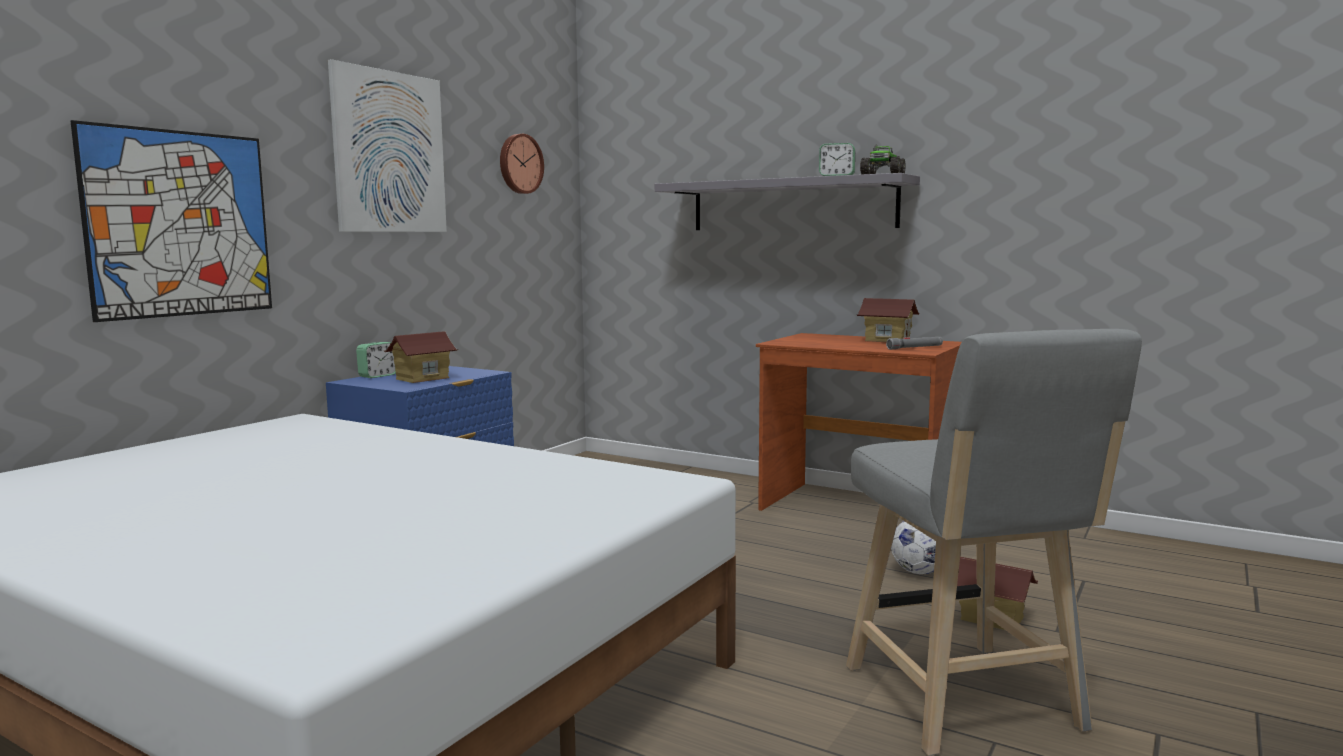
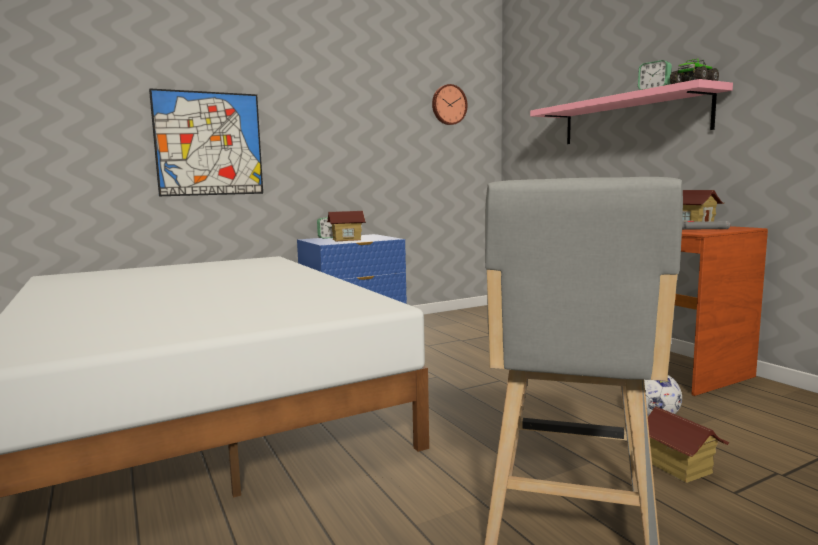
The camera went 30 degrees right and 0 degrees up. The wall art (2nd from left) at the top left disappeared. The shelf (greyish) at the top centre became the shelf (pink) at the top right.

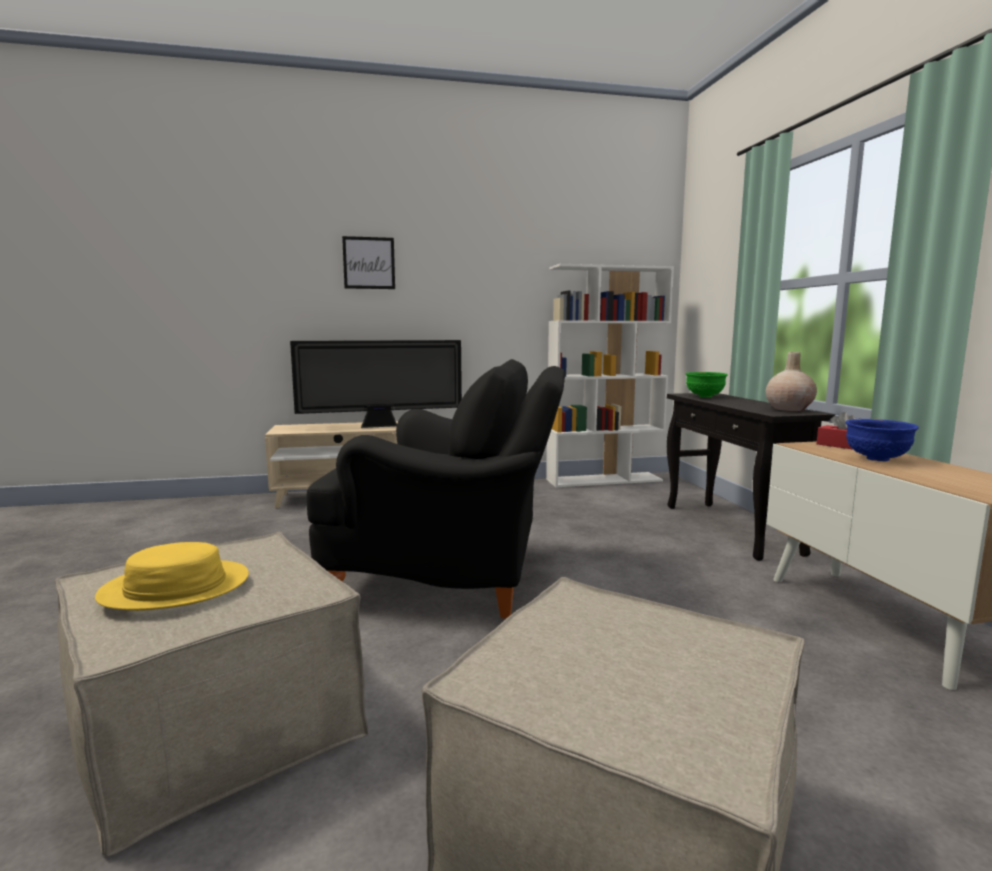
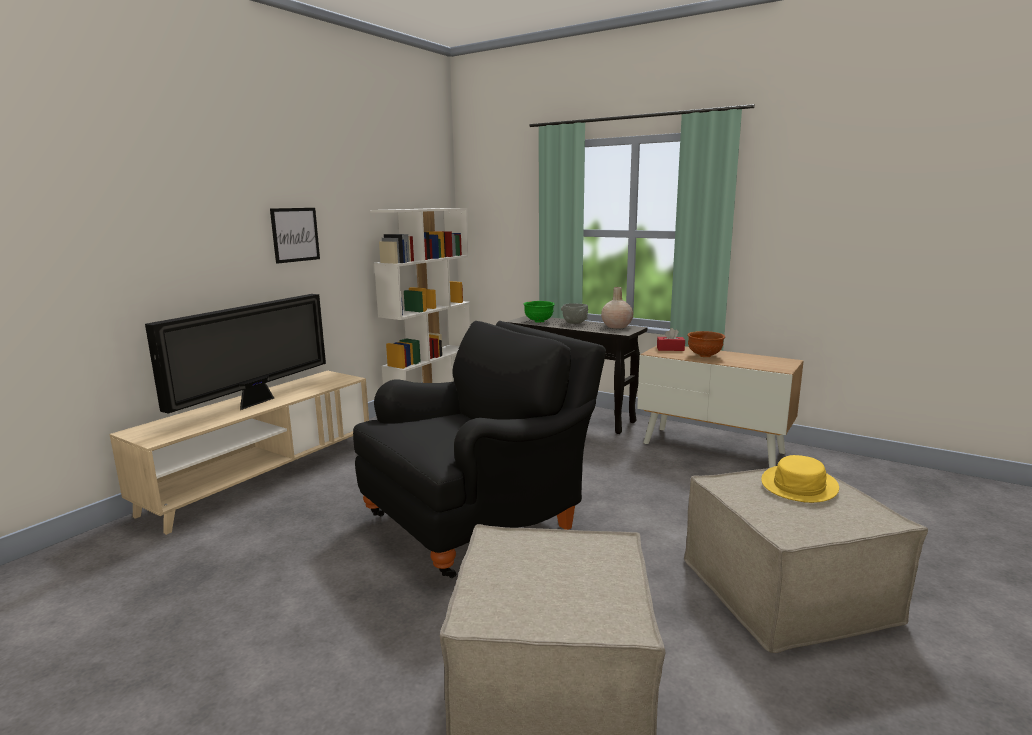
The camera went 45 degrees left and 5 degrees up. The wall art moved from the top centre to the top left. The deep dish (bluish) at the middle right became the deep dish (brownish) at the middle right. The clothing hat (yellow-coloured) moved from the middle left to the middle right. The deep dish (greyish) at the centre appeared.

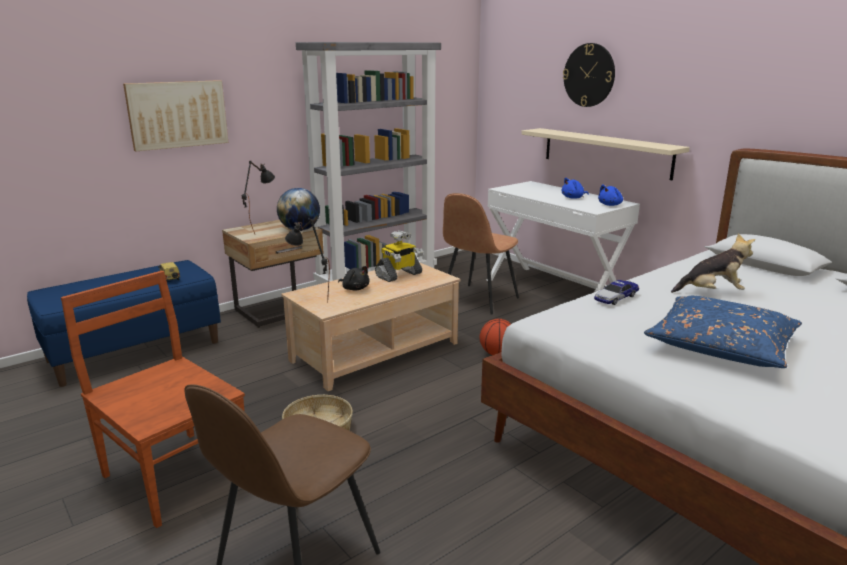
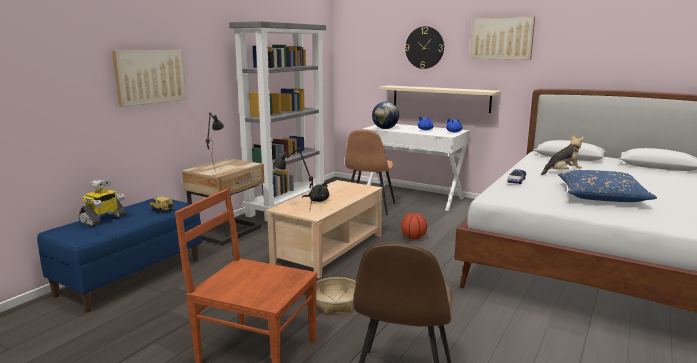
The camera went 20 degrees left and 5 degrees down. The desk globe moved from the centre to the top centre. The robot figure moved from the centre to the middle left. The wall art (2nd from left) at the top right appeared.

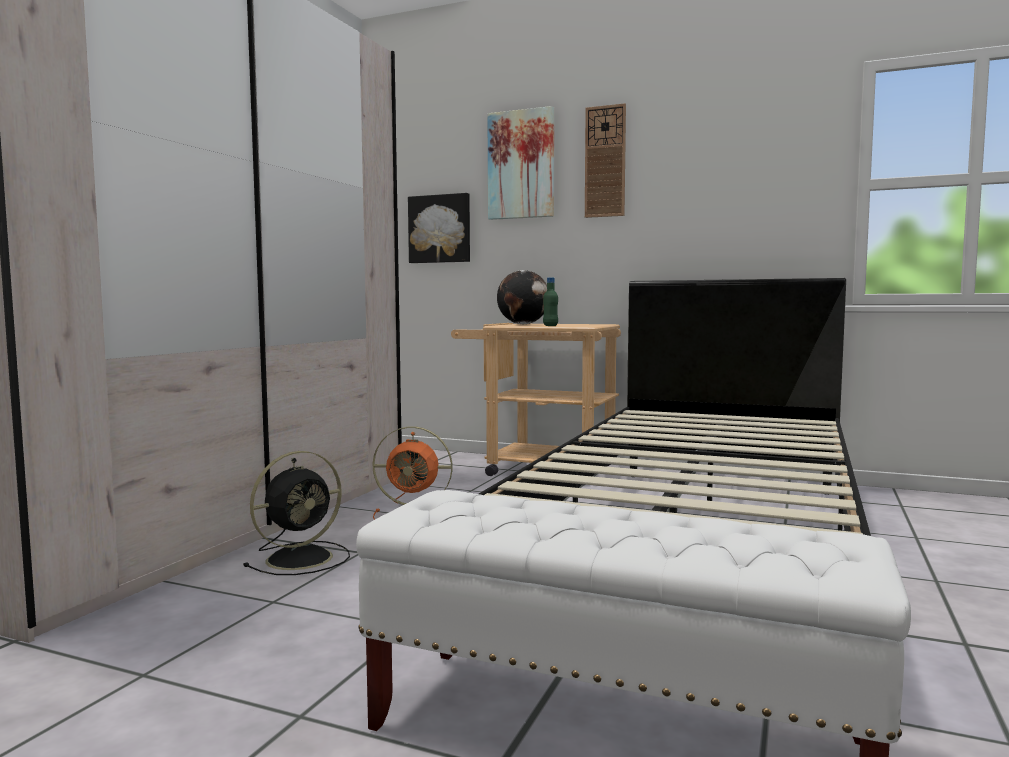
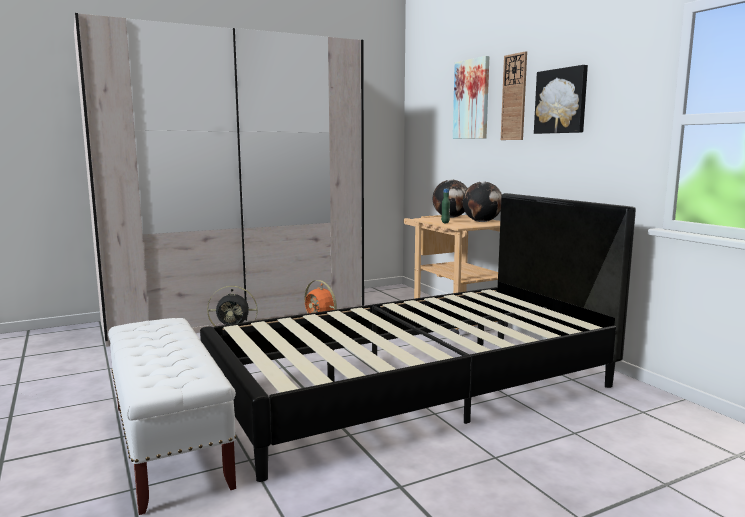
The camera went 40 degrees right and 5 degrees up. The wall art (1st from left in the first image) moved from the top centre to the top right. The desk globe (2nd from left) at the centre appeared.

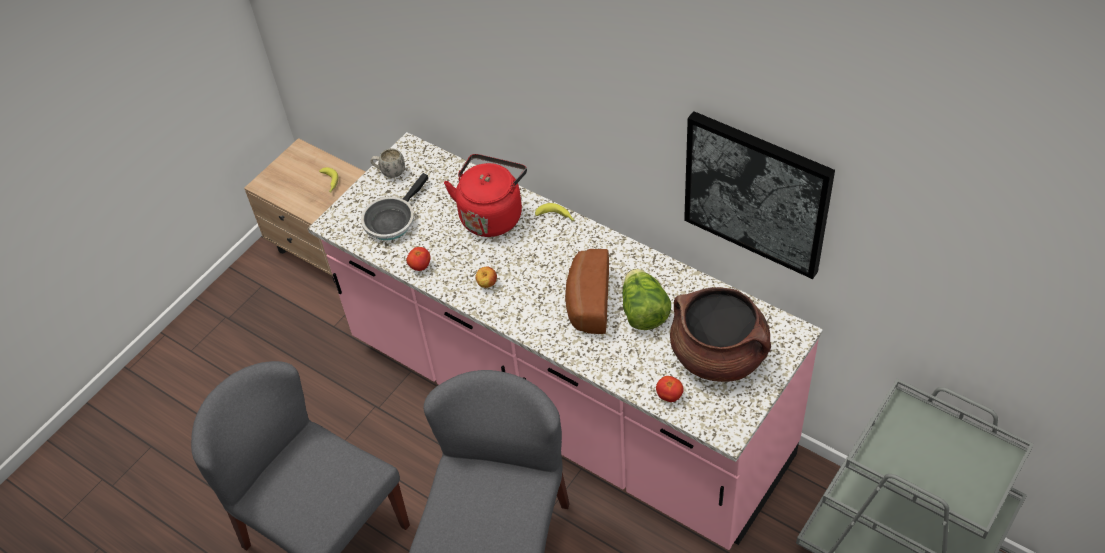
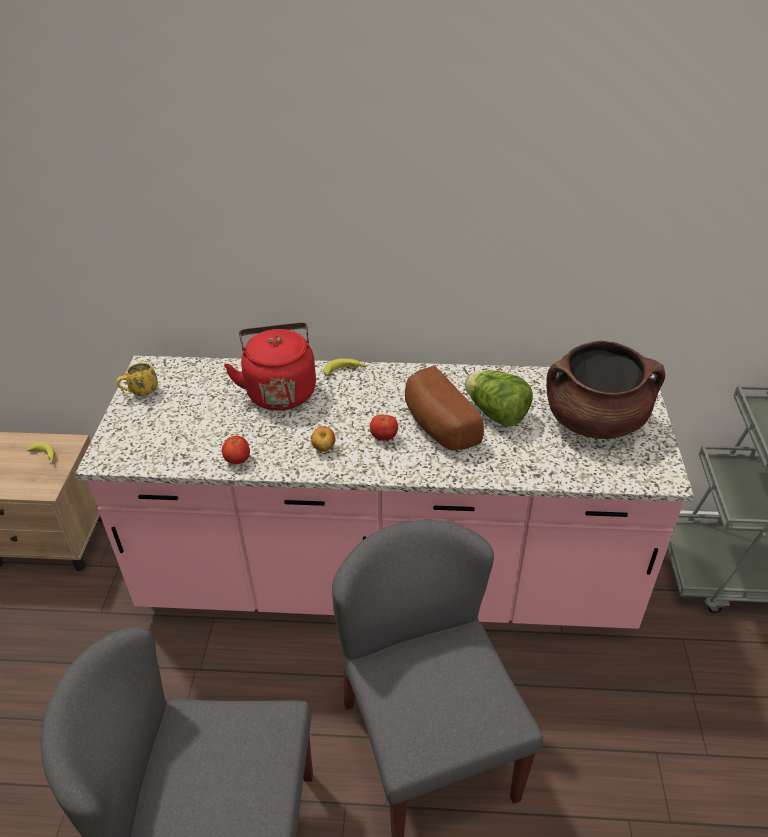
The camera went 35 degrees left and 10 degrees down. The wall art at the middle right disappeared. The mug (whitish) at the top centre became the mug (yellow-coloured) at the middle left. The skillet at the centre disappeared. The tomato (2nd from left) moved from the bottom centre to the centre.

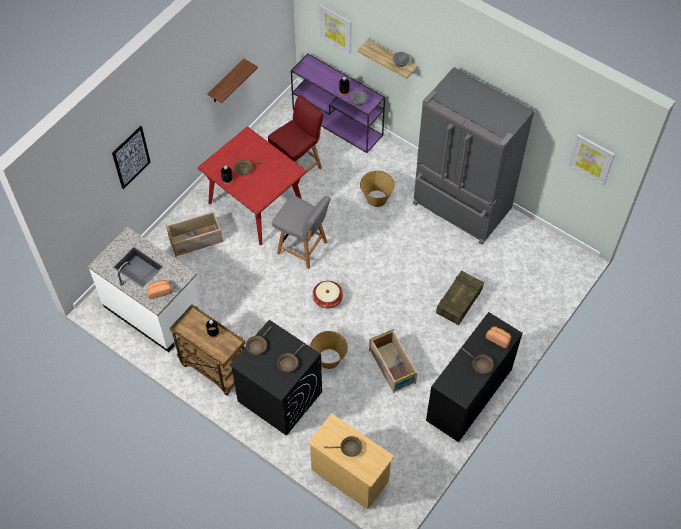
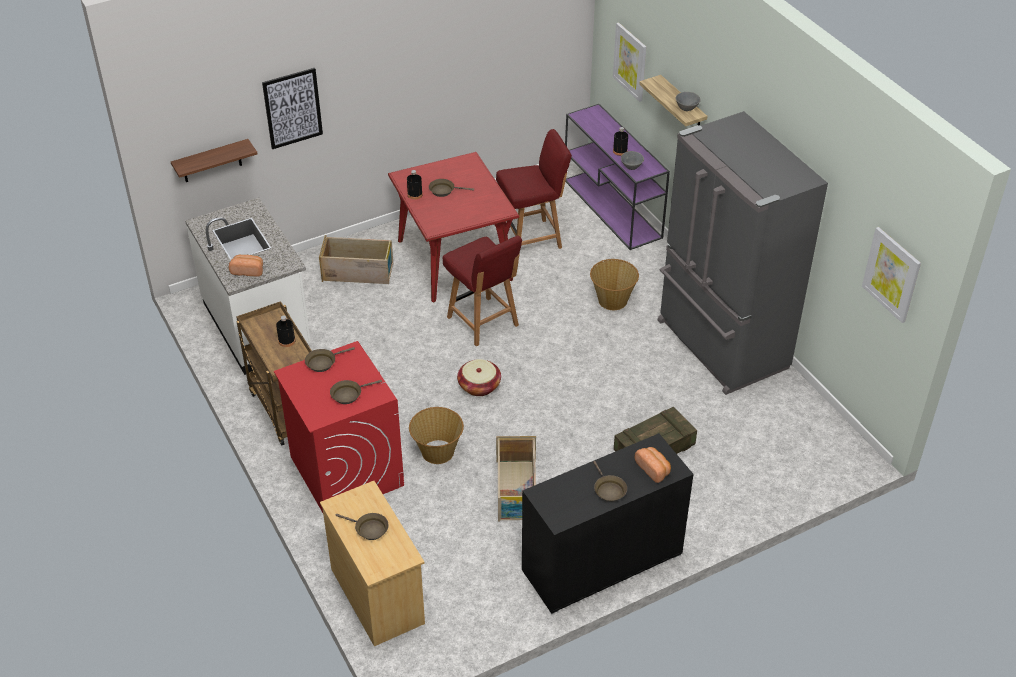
The camera went 25 degrees right and 15 degrees down. The shelf (1st from left) moved from the top centre to the top left. The upright chair (greyish) at the centre became the upright chair (red-coloured) (1st from left) at the centre. The laundry machine (black) at the bottom centre became the laundry machine (red-coloured) at the centre.

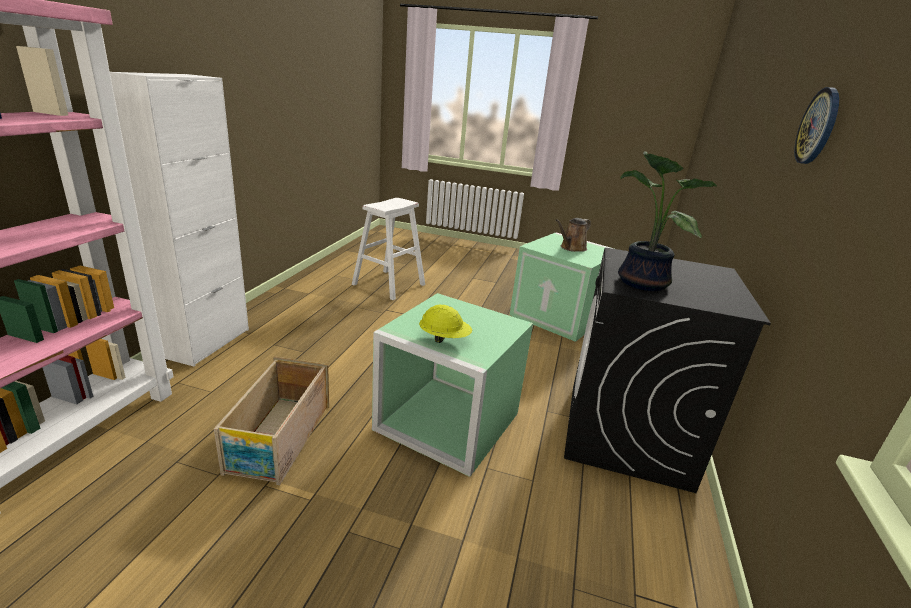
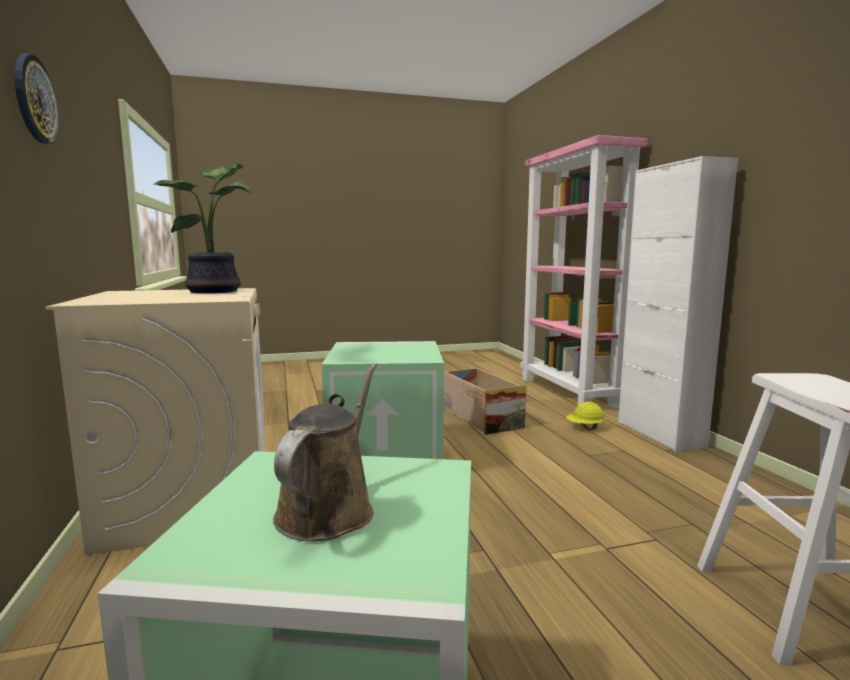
The camera went 150 degrees right and 15 degrees down. The laundry machine (black) at the middle right became the laundry machine (beige-coloured) at the middle left. The work helmet (yellow-coloured) moved from the centre to the middle right.

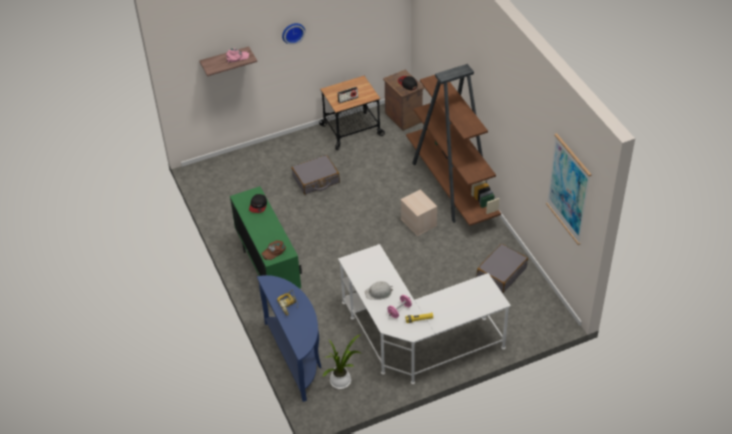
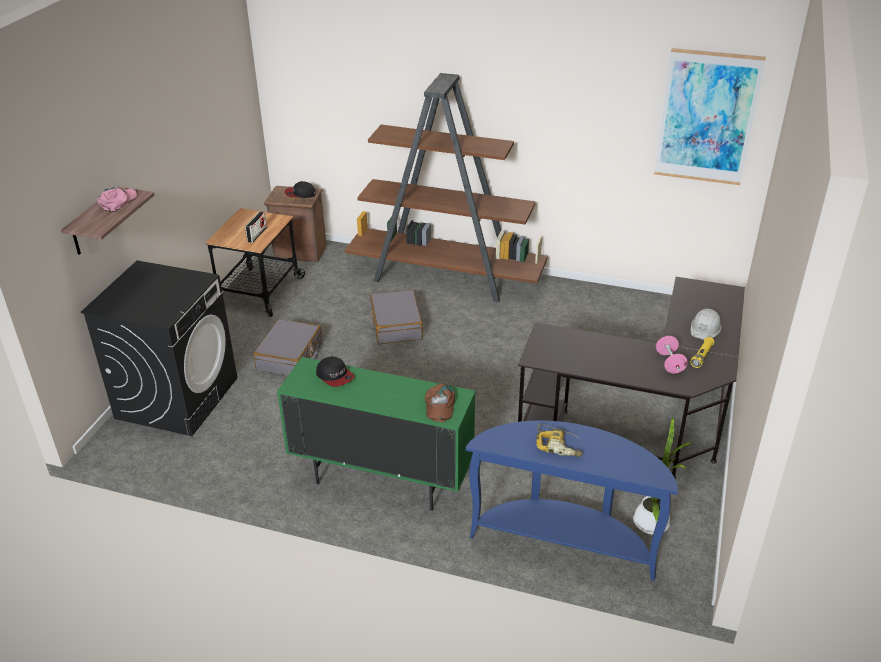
The camera went 50 degrees left and 10 degrees down. The hanging clock at the top centre disappeared. The storage container (beige-coloured) at the centre disappeared. The desk table (whitish) at the bottom centre became the desk table (black) at the middle right. The suitcase (greyish) (2nd from left) moved from the middle right to the centre. The work helmet (whitish) moved from the bottom centre to the middle right. The laundry machine (black) at the middle left appeared.

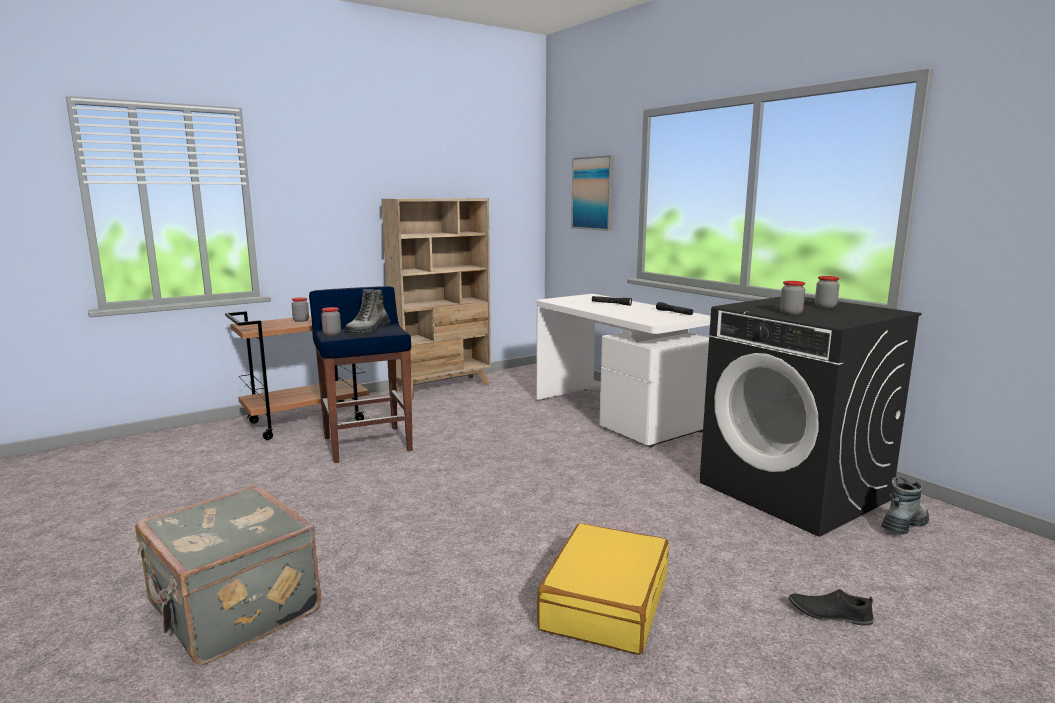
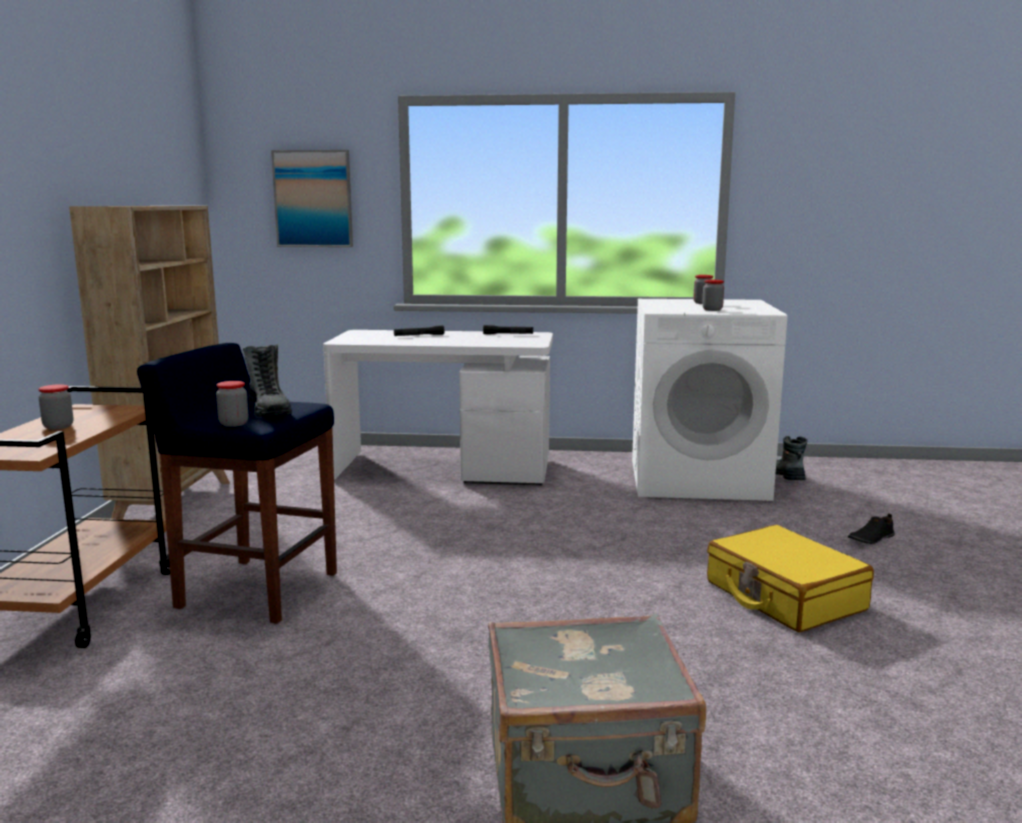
The camera went 50 degrees left and 0 degrees up. The laundry machine (black) at the middle right became the laundry machine (whitish) at the middle right.

